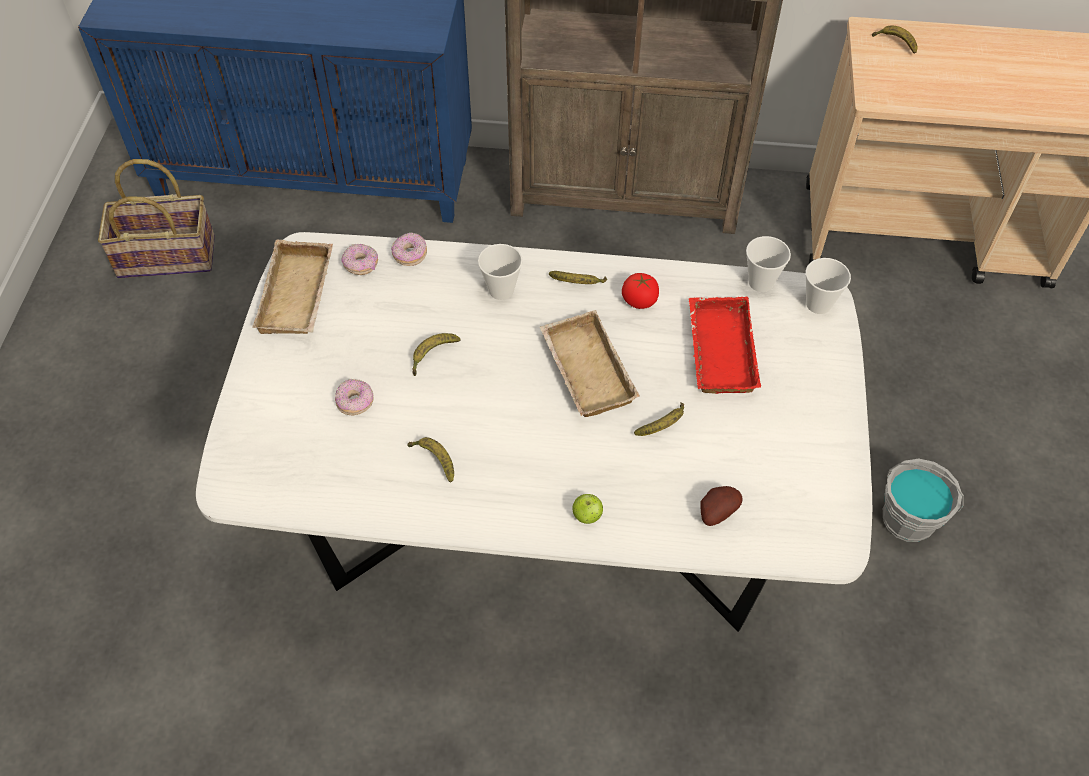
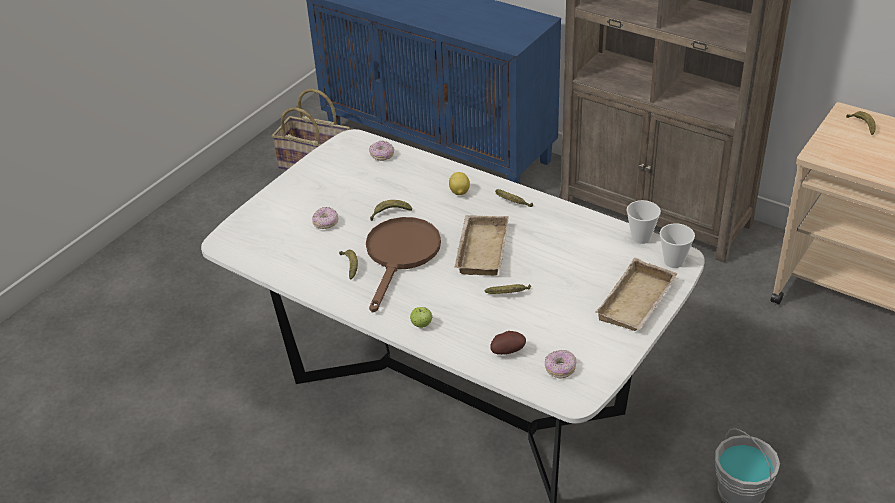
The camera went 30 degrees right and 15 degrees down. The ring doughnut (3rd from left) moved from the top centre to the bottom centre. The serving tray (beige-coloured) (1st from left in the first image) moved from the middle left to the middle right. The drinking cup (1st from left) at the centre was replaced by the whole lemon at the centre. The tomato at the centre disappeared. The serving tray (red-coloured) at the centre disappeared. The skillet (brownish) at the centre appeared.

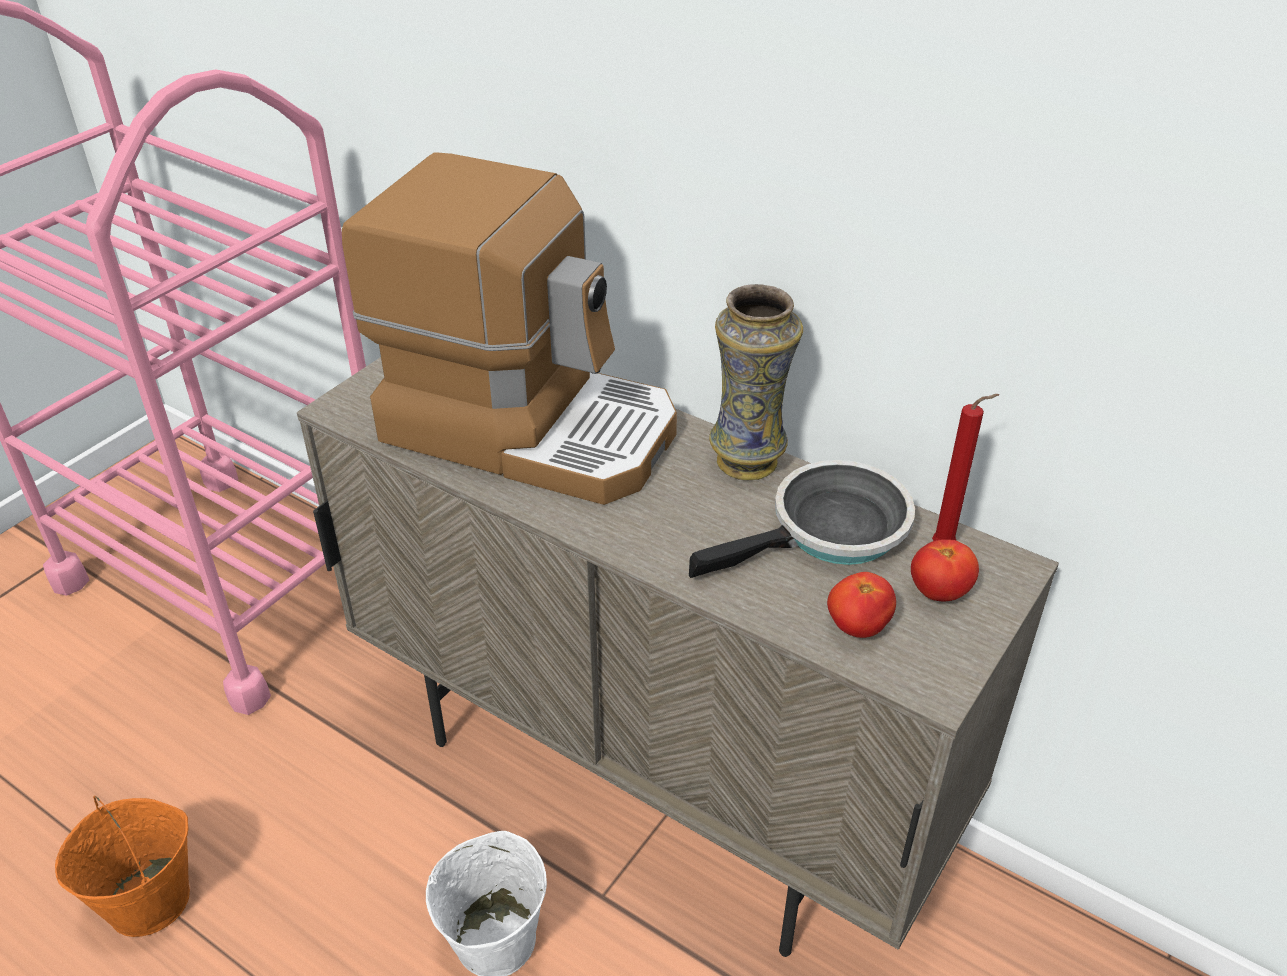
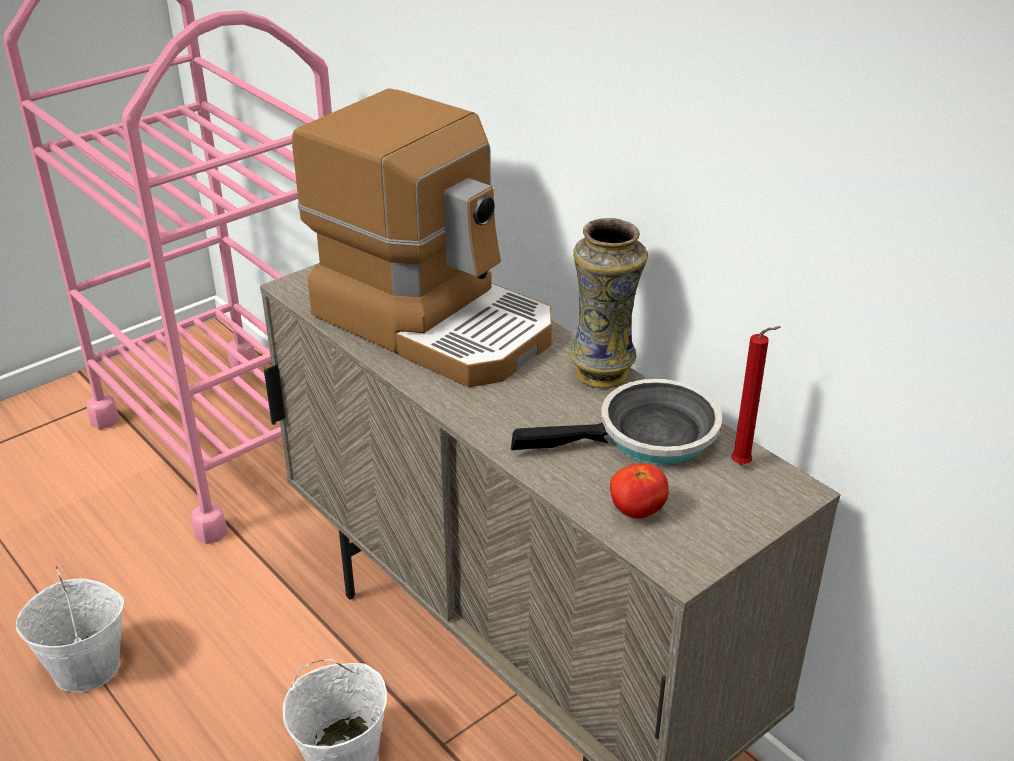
The camera went 15 degrees right and 5 degrees down. The tomato (2nd from left) at the middle right disappeared. The bucket (orange) at the bottom left became the bucket (whitish) (1st from left) at the bottom left.

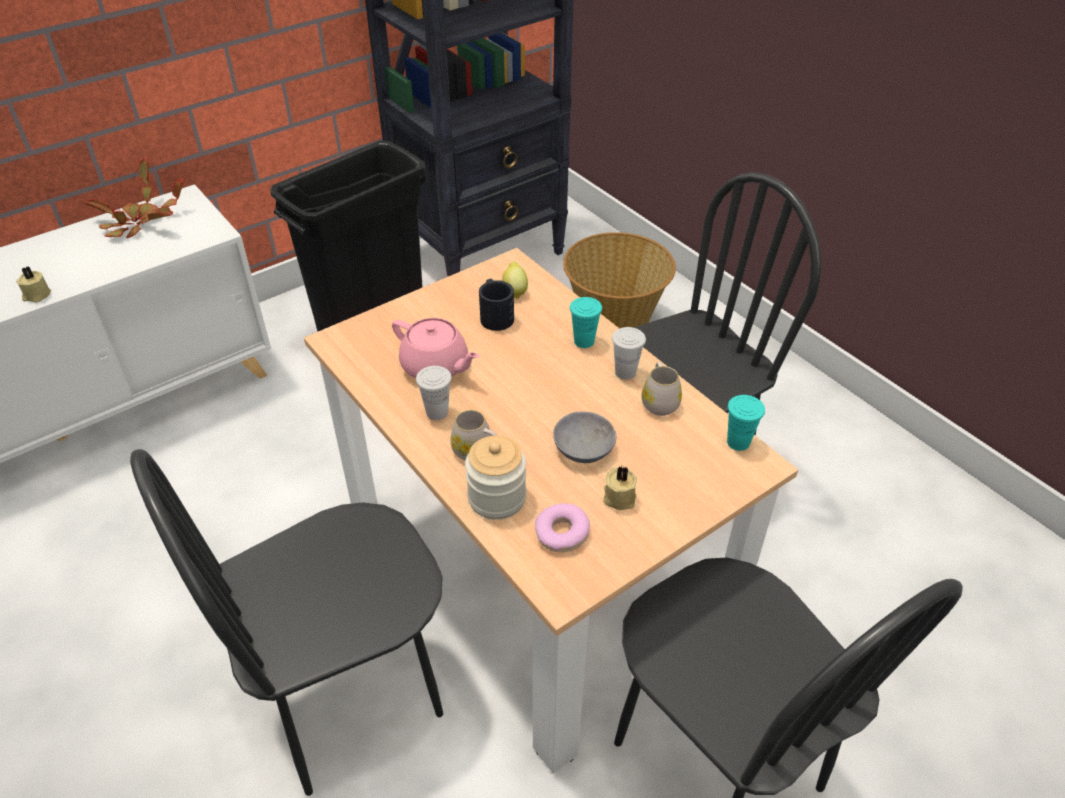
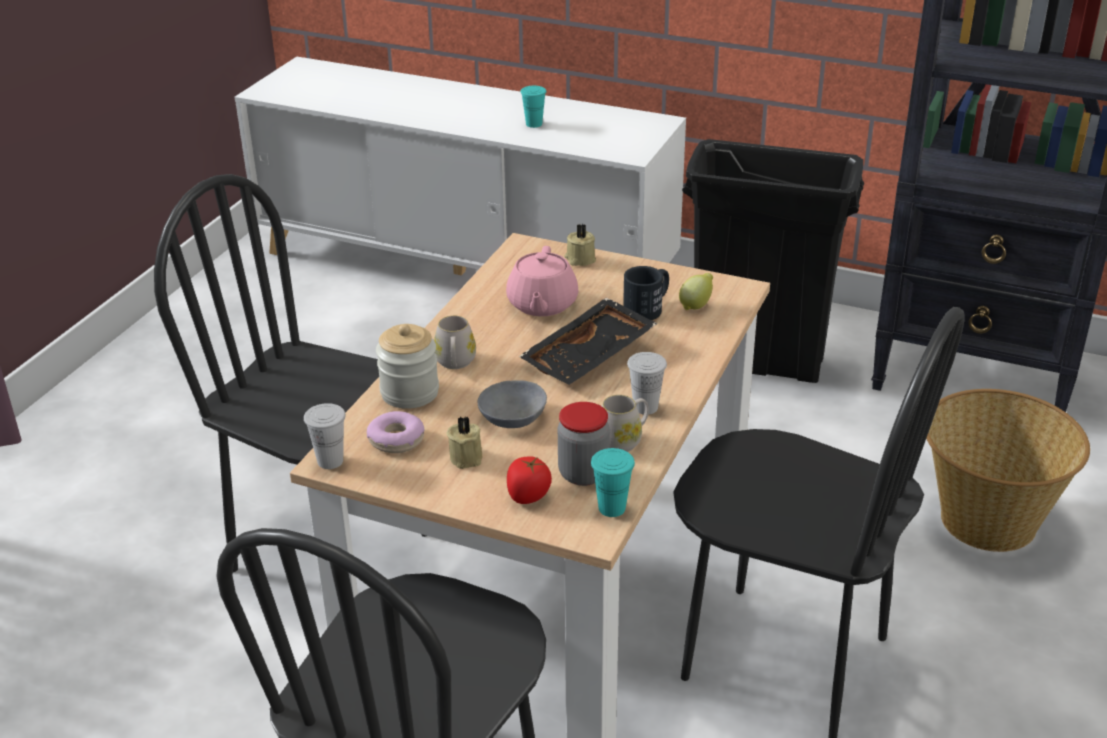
The camera went 60 degrees right and 10 degrees down. The houseplant at the top left disappeared. The candle (beige-coloured) (1st from left in the first image) moved from the middle left to the top centre. The drinking cup (turquoise) (1st from left) moved from the centre to the top centre. The drinking cup (whitish) (1st from left) moved from the centre to the middle left. The serving tray (black) at the centre appeared. The jar (2nd from left) at the centre appeared. The tomato at the centre appeared.

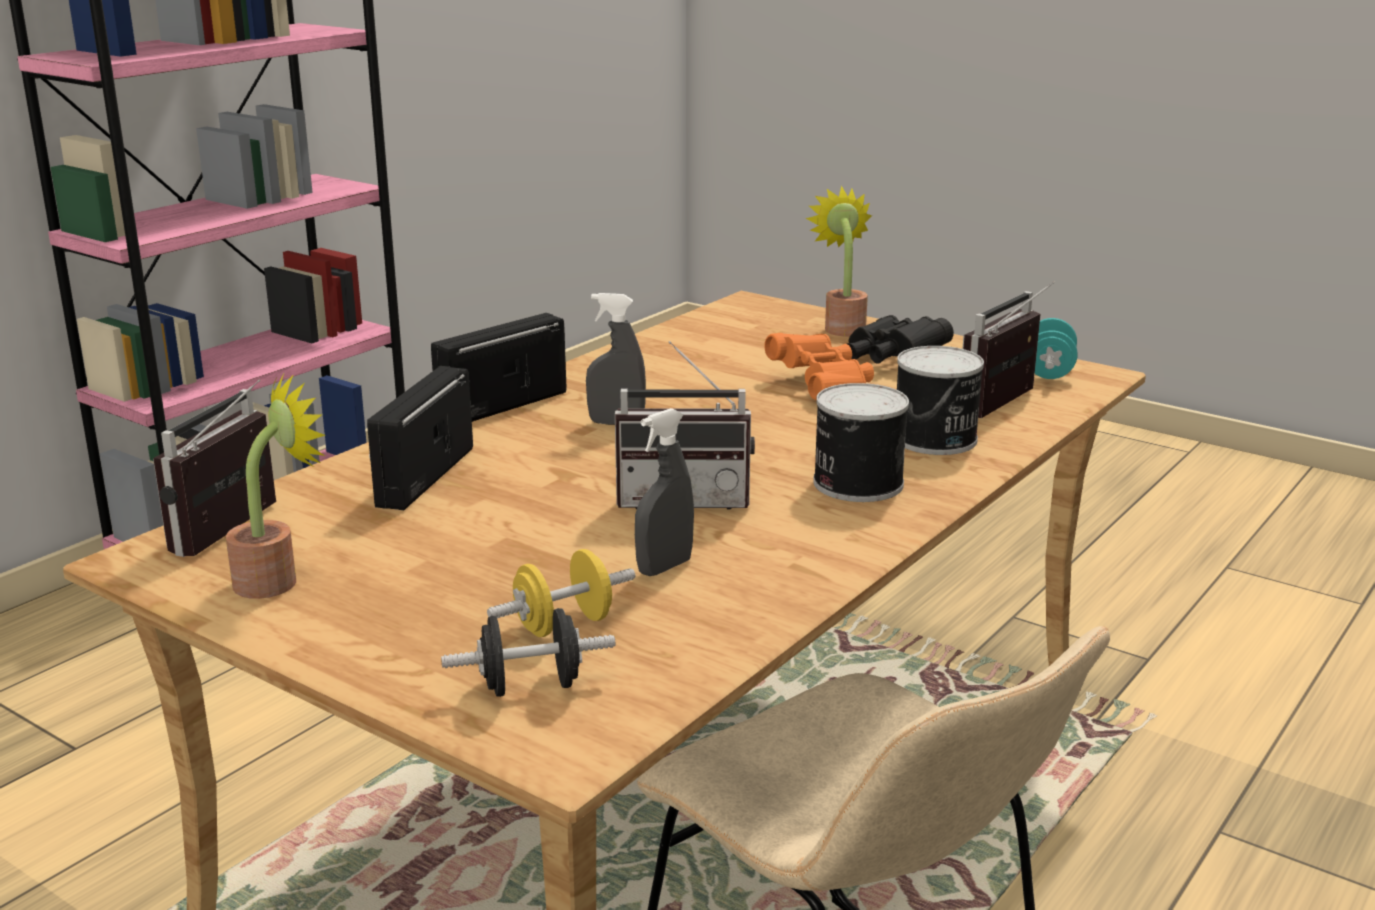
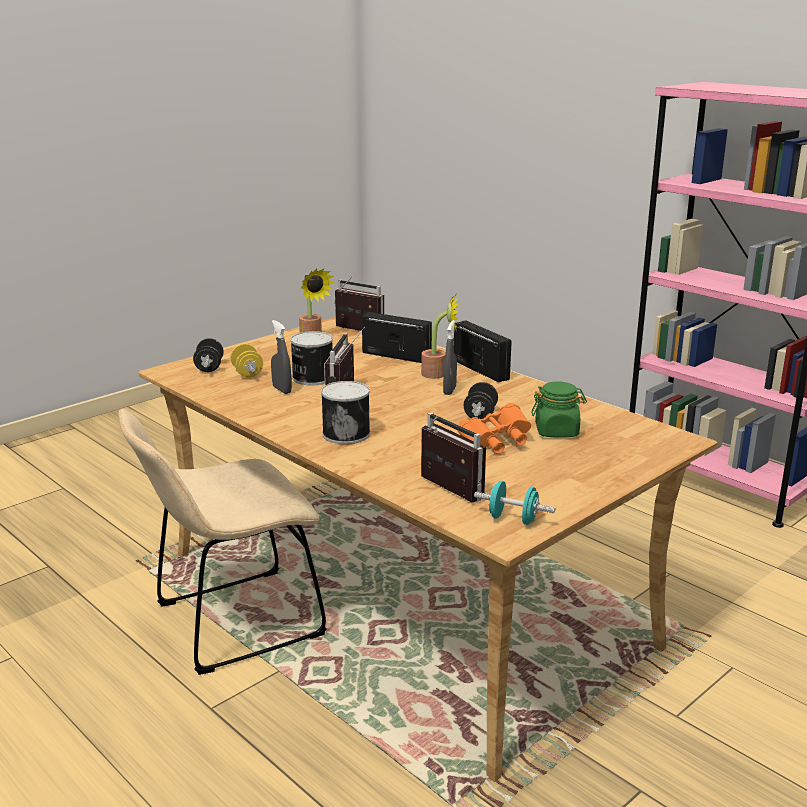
The camera went 100 degrees right and 0 degrees up. The houseplant (2nd from left) moved from the top centre to the centre. The binoculars (black) at the centre disappeared. The can (2nd from left in the first image) moved from the middle right to the centre. The hand weight (black) (2nd from left) at the centre appeared. The jar (green) at the middle right appeared.

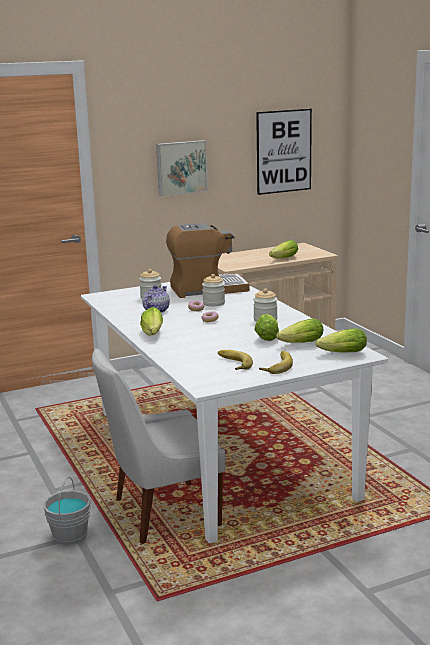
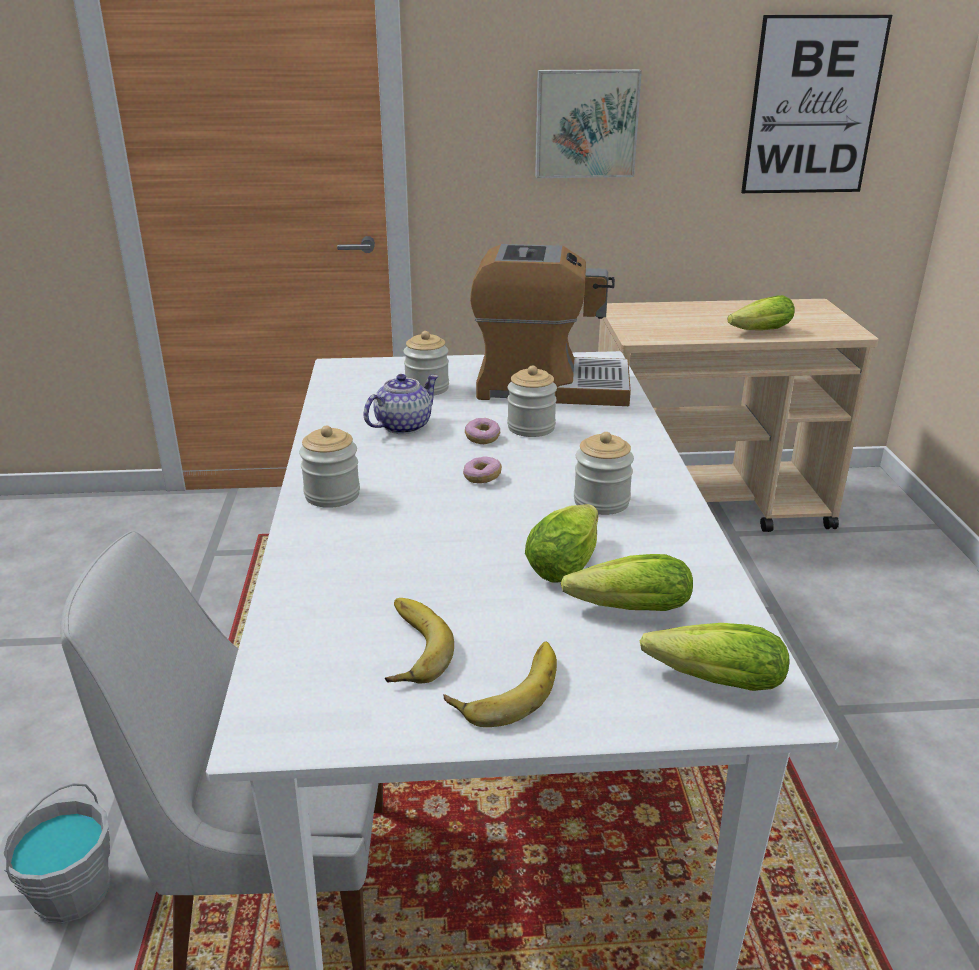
The camera went 20 degrees right and 10 degrees up. The lettuce head (1st from left) at the centre was replaced by the jar (1st from left) at the centre.

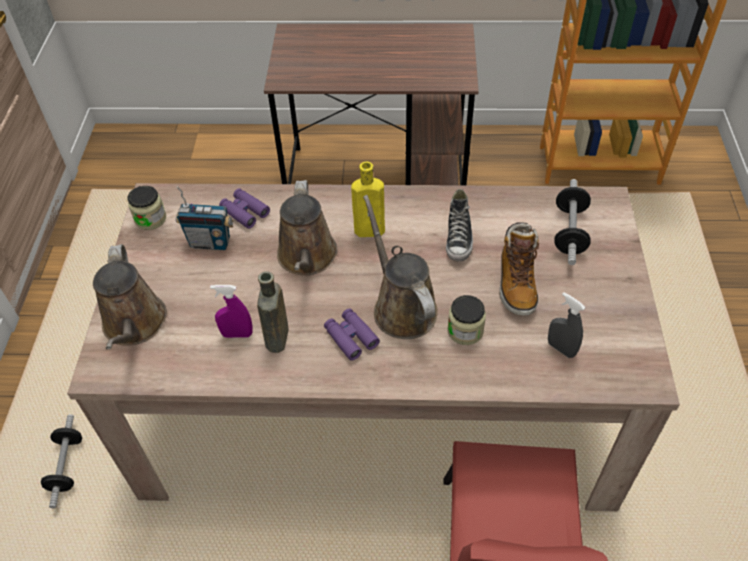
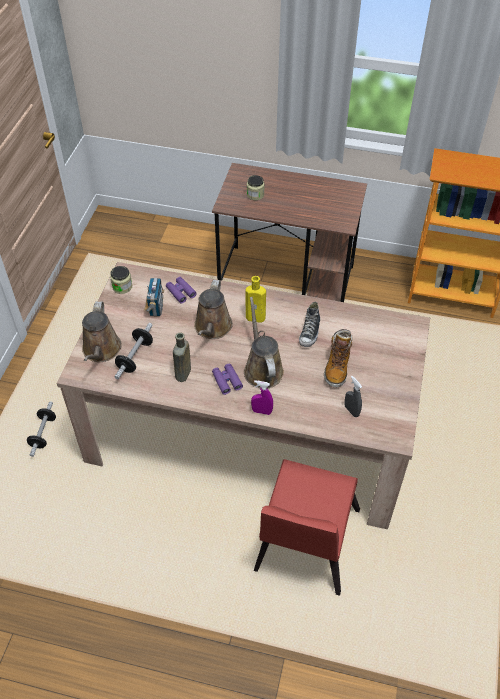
The camera went 10 degrees right and 0 degrees up. The hand weight (2nd from left) moved from the middle right to the middle left. The radio at the middle left turned 105 degrees counterclockwise. The spray bottle (purple) moved from the middle left to the centre. The jar (2nd from left) moved from the centre to the top centre.

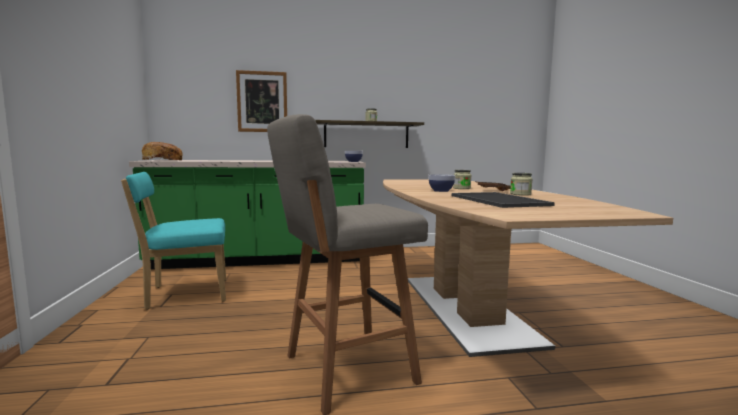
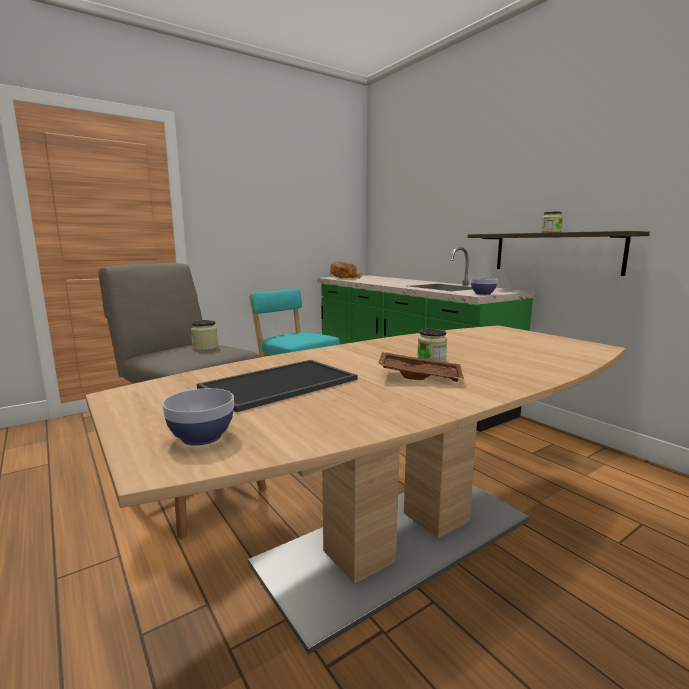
The camera went 65 degrees right and 5 degrees up. The wall art at the top centre disappeared. The jar (3rd from left in the first image) moved from the middle right to the middle left. The deep dish (2nd from left in the first image) moved from the centre to the middle left.

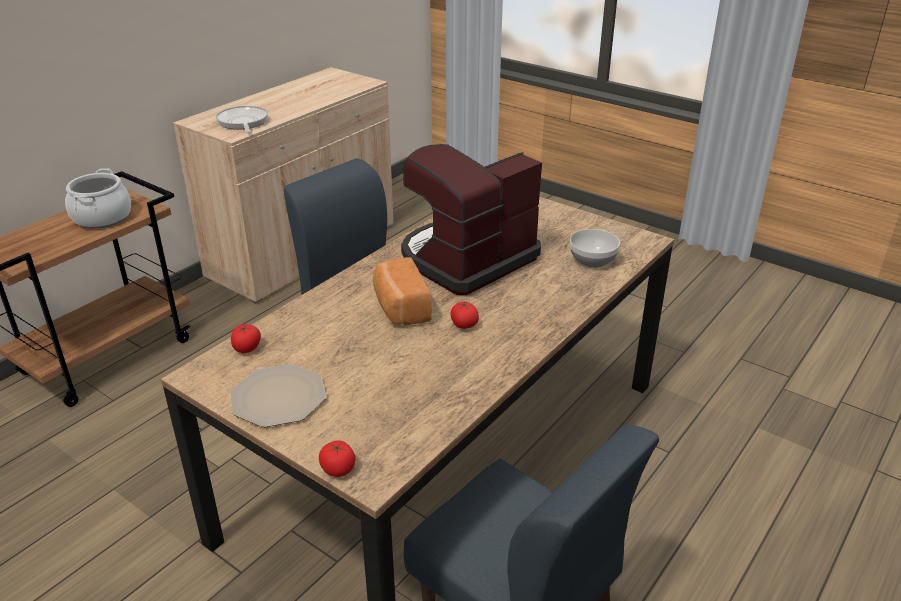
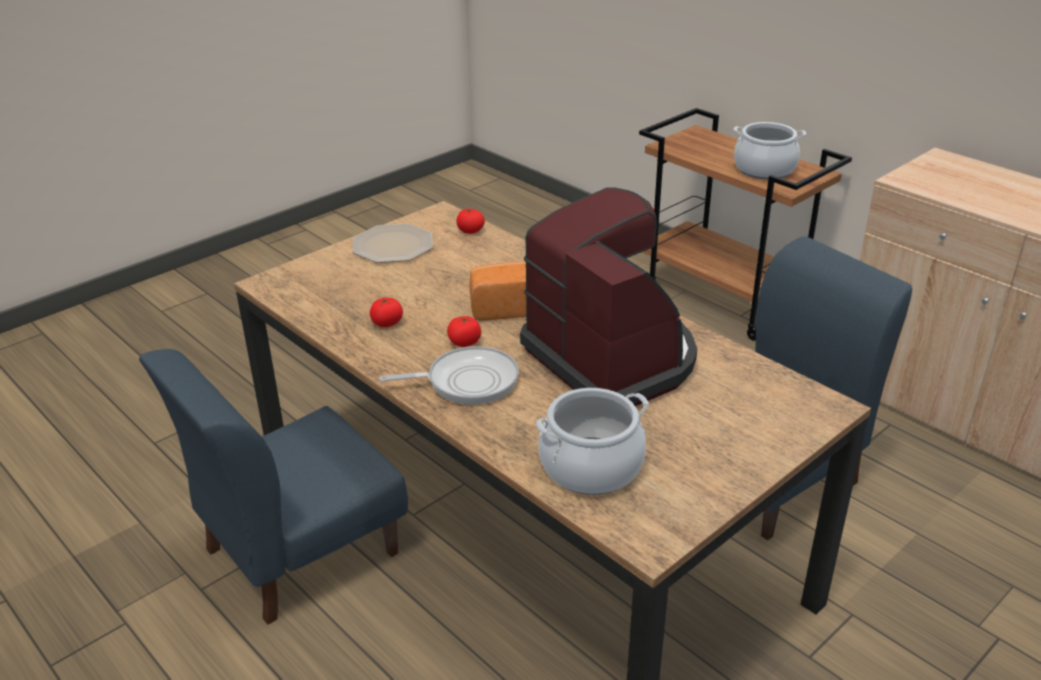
The camera went 100 degrees right and 0 degrees up. The skillet moved from the top left to the centre. The deep dish at the centre was replaced by the cooking pot (1st from left) at the centre. The tomato (2nd from left in the first image) moved from the bottom centre to the centre.

